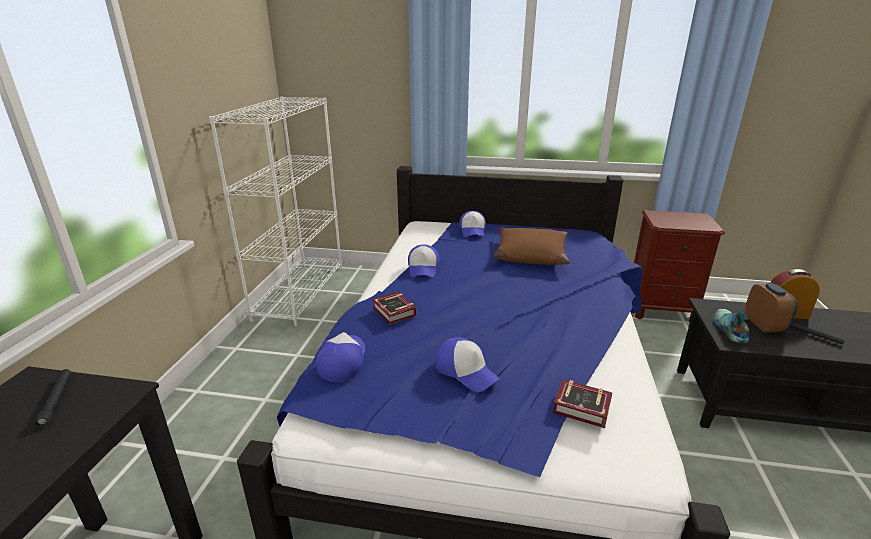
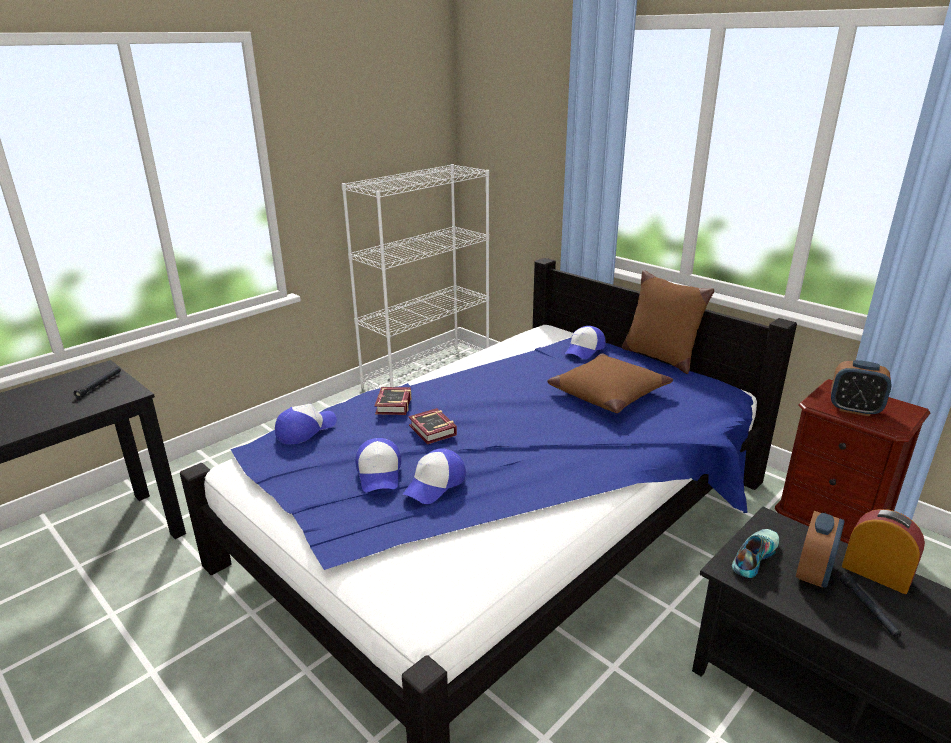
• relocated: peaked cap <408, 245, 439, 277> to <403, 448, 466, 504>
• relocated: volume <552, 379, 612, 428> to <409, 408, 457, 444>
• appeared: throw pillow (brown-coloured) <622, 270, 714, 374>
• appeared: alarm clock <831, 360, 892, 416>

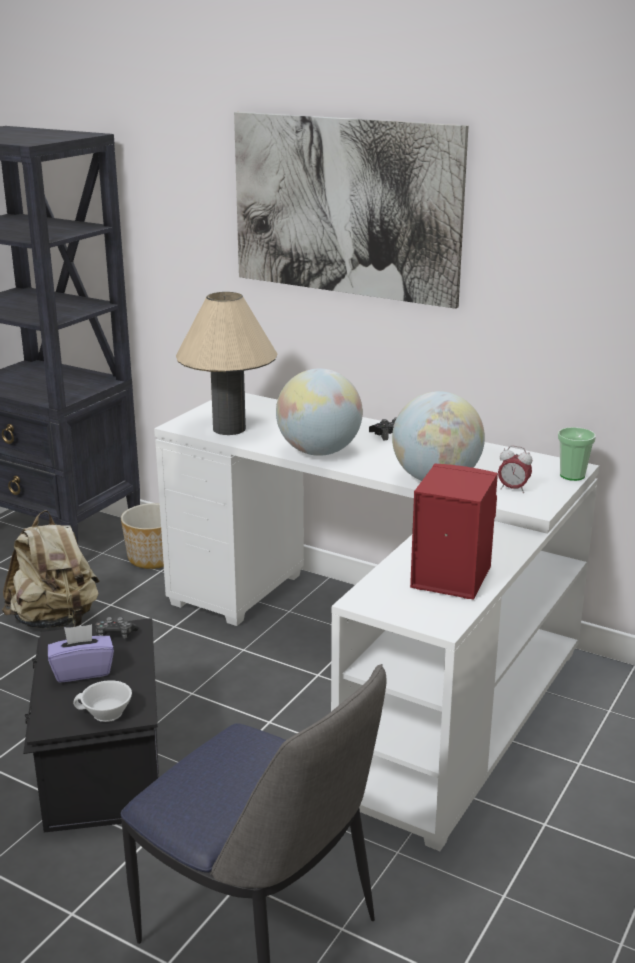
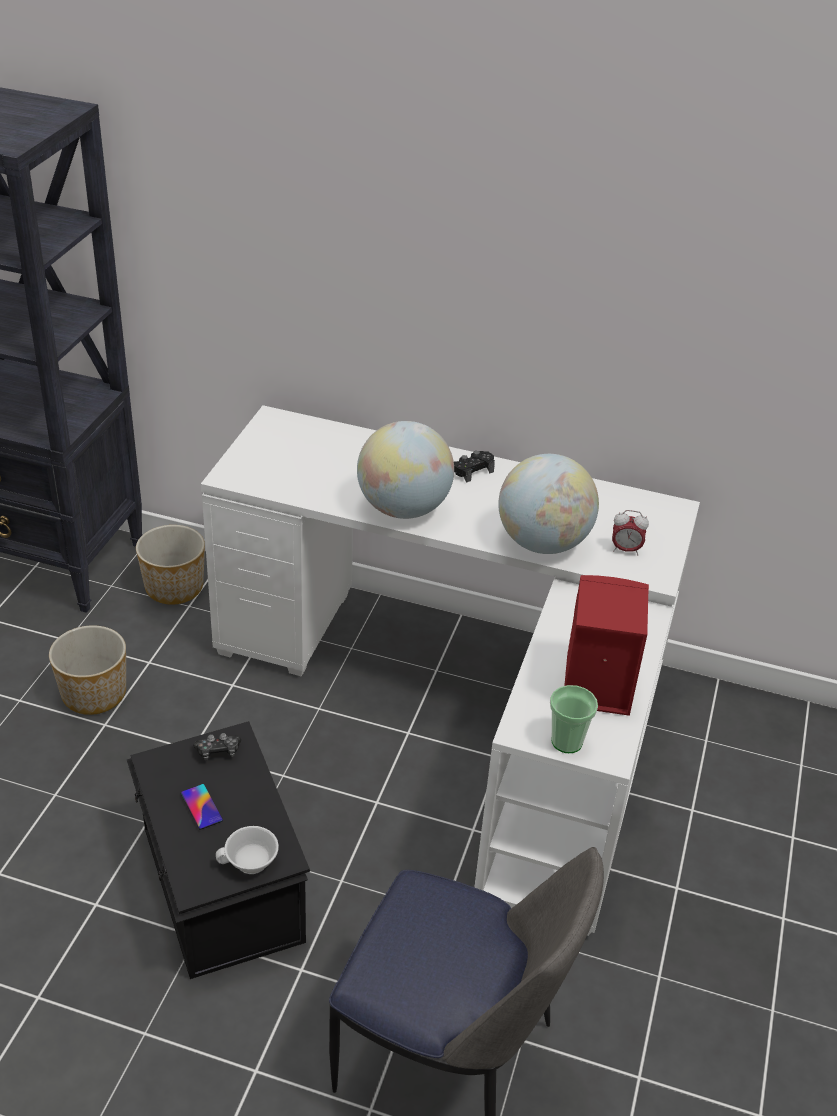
• exchanged: knapsack (beige) <2, 510, 99, 629> to plant pot <49, 625, 126, 715>
• exchanged: tissue box (purple) <48, 624, 114, 682> to telephone <181, 784, 223, 830>
• missing: lamp for a table (beige) <176, 292, 277, 435>
• missing: wall picture <234, 112, 468, 309>
• relocated: small cup <558, 427, 596, 481> to <550, 685, 598, 753>

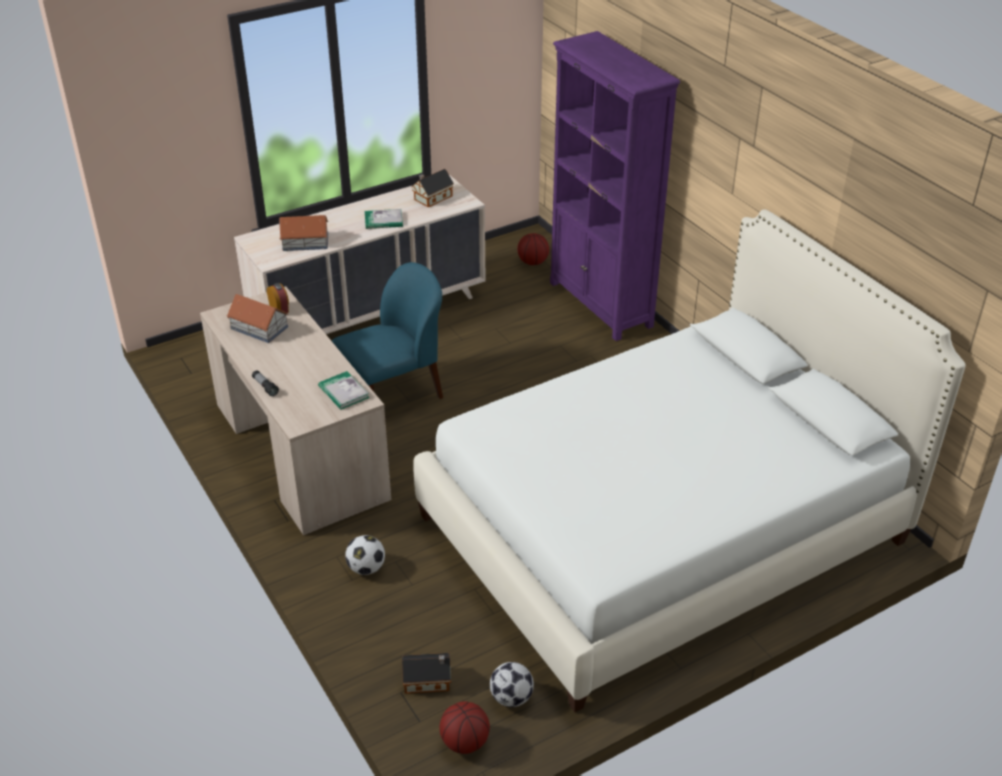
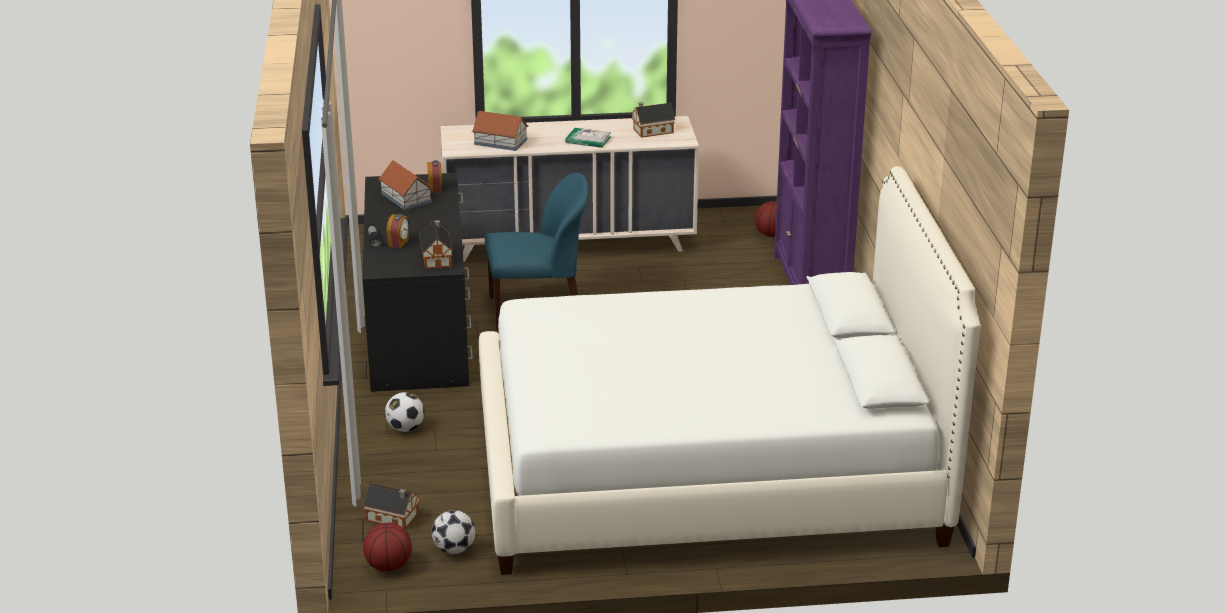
• colour: desk unit (beige) <200, 286, 391, 535> to desk unit (black-coloured) <363, 173, 473, 392>
• exchanged: volume <318, 371, 369, 410> to toy house <419, 220, 453, 269>
• appeared: alarm clock <387, 214, 409, 248>

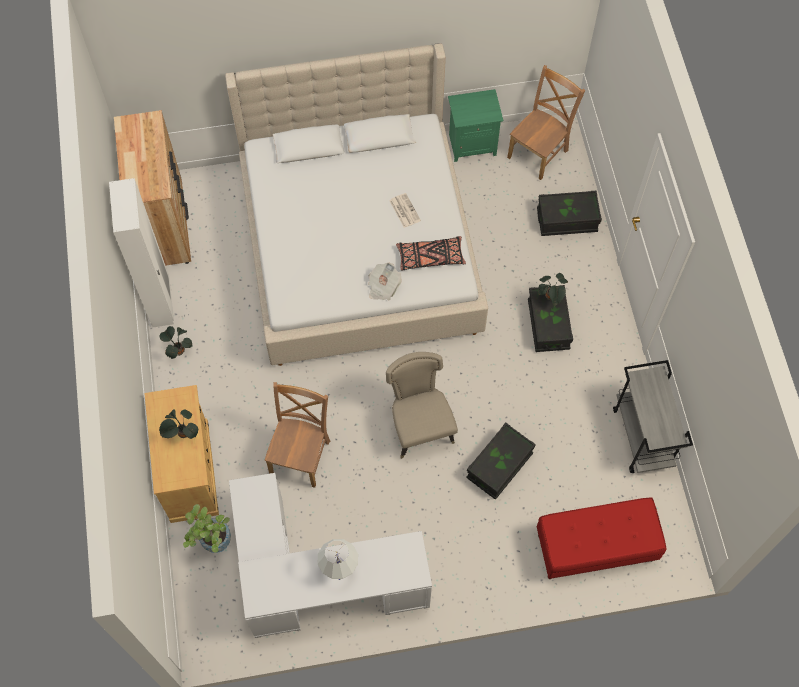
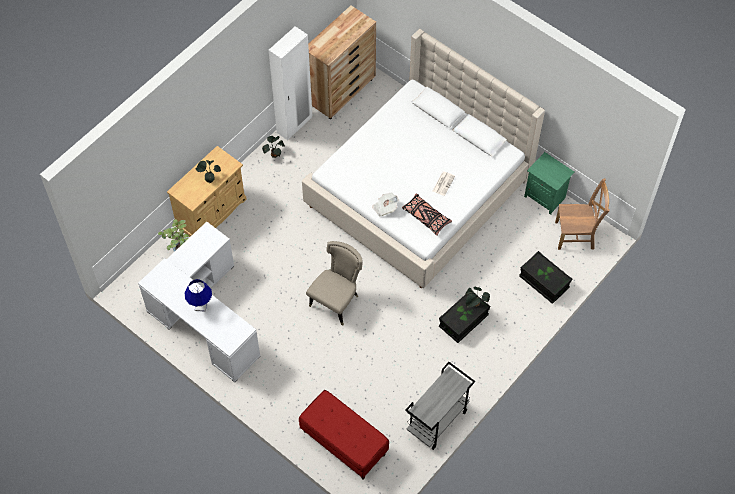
• missing: upright chair (brown-coloured) <264, 382, 330, 488>
• colour: lamp for a table (whitish) <318, 539, 358, 580> to lamp for a table (blue) <184, 279, 212, 312>
• missing: storage bin (black-coloured) <466, 423, 536, 500>

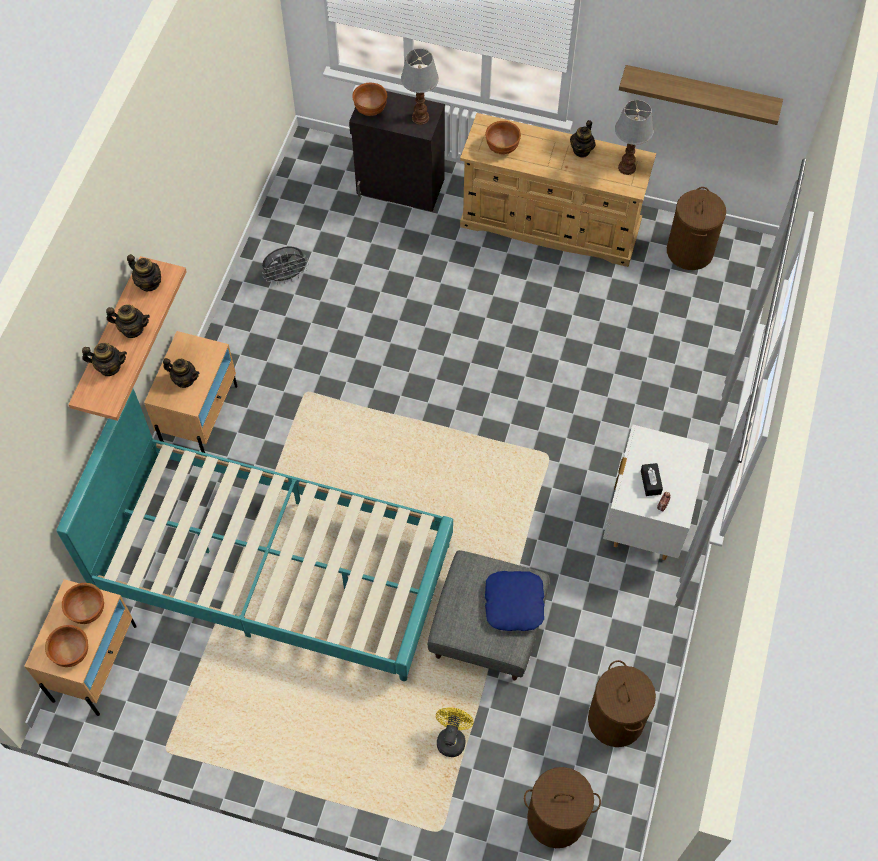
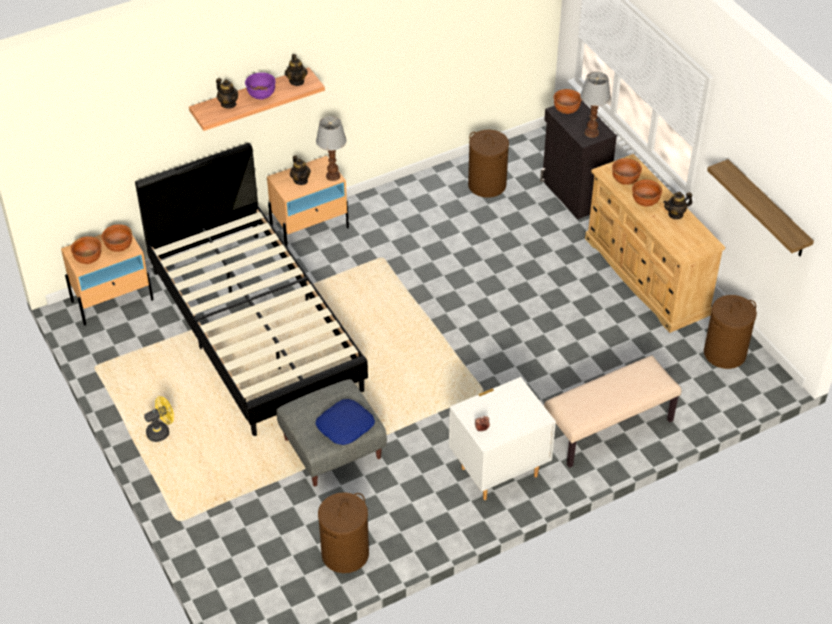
• colour: sleeping bed (turquoise-coloured) <56, 389, 453, 681> to sleeping bed (black-coloured) <135, 143, 368, 436>
• exchanged: pot for tea <106, 305, 150, 338> to serving bowl (purple) <245, 72, 276, 99>
• missing: electric fan (grey) <262, 246, 309, 285>
• relocated: electric fan (yellowish) <436, 707, 474, 757> to <144, 396, 174, 442>
• relocated: laundry basket (brown-coloured) <524, 767, 601, 848> to <468, 130, 509, 198>
• relocated: lamp for a table <615, 100, 654, 175> to <316, 116, 347, 181>
• missing: tissue box (black-coloured) <641, 463, 663, 496>
• appeared: long seat (beige) <544, 356, 681, 468>
• appeared: serving bowl (brown-coloured) <632, 179, 662, 207>

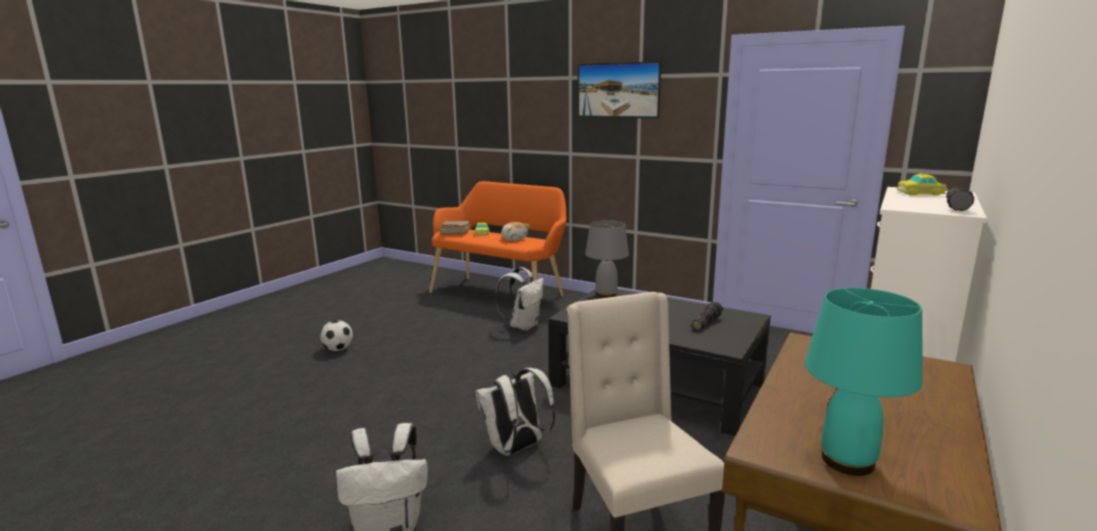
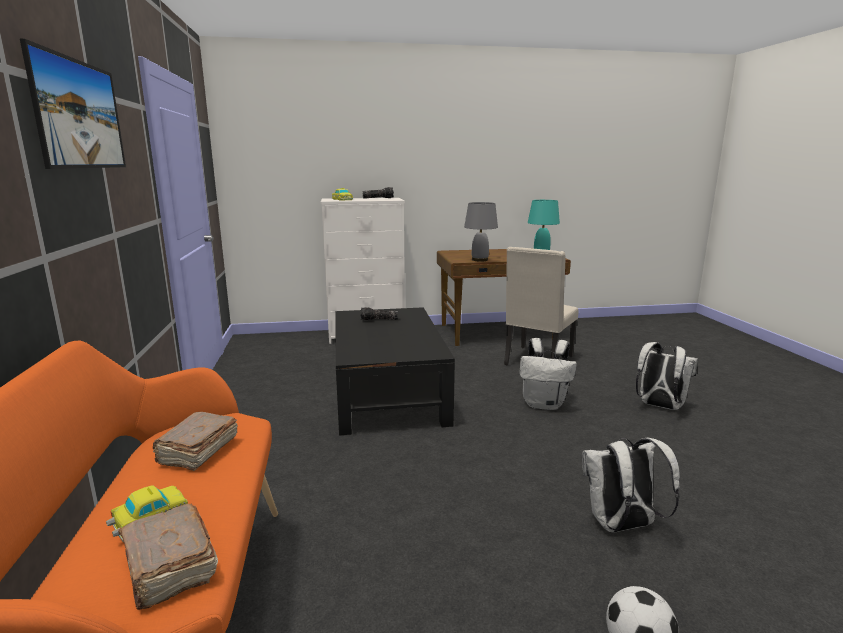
• relocated: knapsack (whitish) <495, 267, 544, 331> to <582, 438, 680, 533>
• exchanged: plush toy <501, 222, 530, 241> to volume (brown-coloured) <153, 412, 238, 471>
• relocated: lamp for a table (grey) <585, 220, 629, 298> to <464, 202, 498, 262>

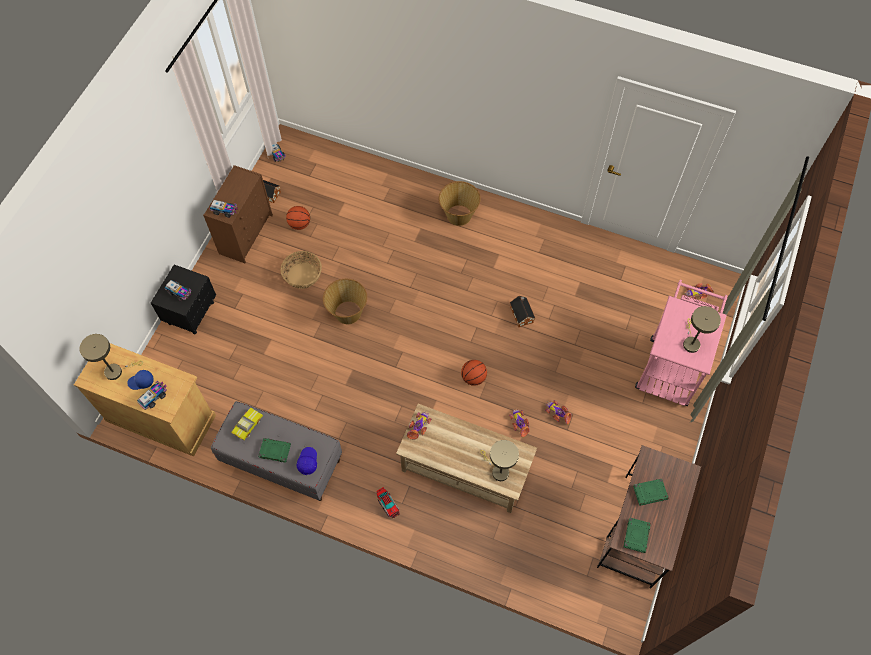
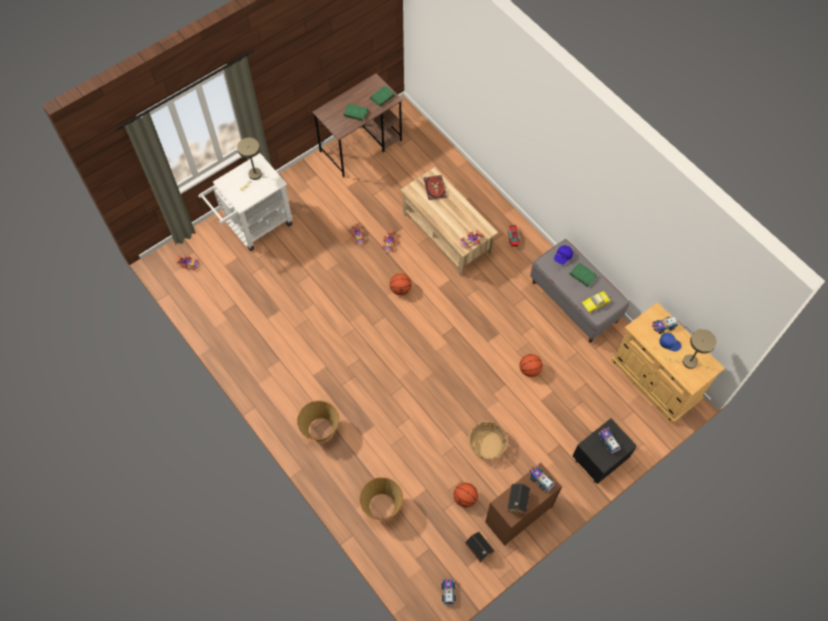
• relocated: basket <323, 279, 367, 324> to <359, 477, 403, 520>
• exchanged: lamp for a table (beige) <480, 440, 519, 481> to volume <424, 175, 447, 200>
• relocated: toy house <510, 296, 536, 327> to <507, 483, 530, 515>
• colour: wheeled cart (pinkish) <635, 280, 728, 406> to wheeled cart (whitish) <198, 153, 293, 251>
• appeared: ball for basketball <520, 354, 543, 377>

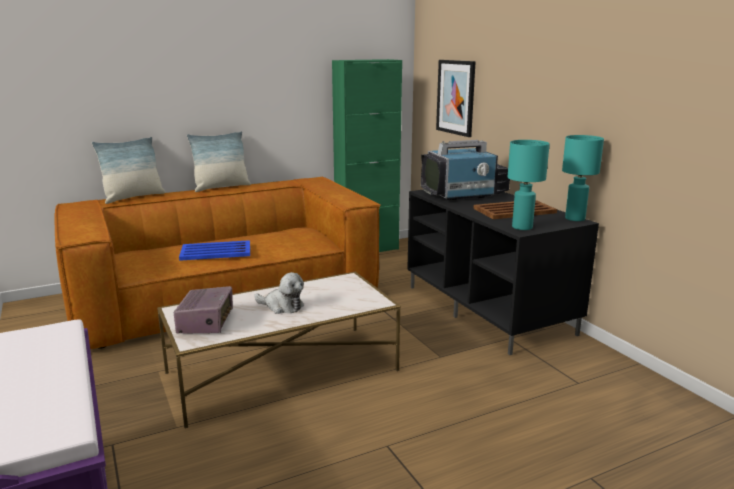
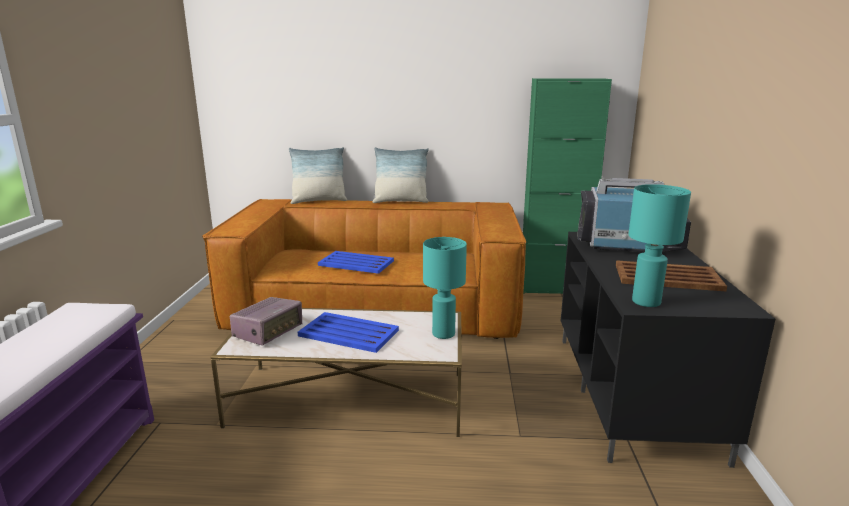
• exchanged: plush toy <254, 272, 304, 314> to tray (blue) <298, 312, 399, 353>
• missing: wall picture <436, 60, 476, 137>
• relocated: lamp for a table (turquoise-coloured) <562, 135, 604, 221> to <423, 237, 467, 339>

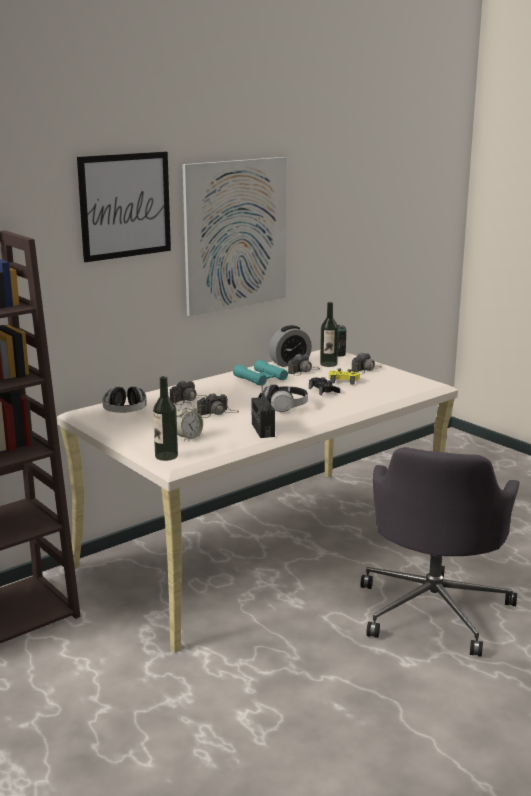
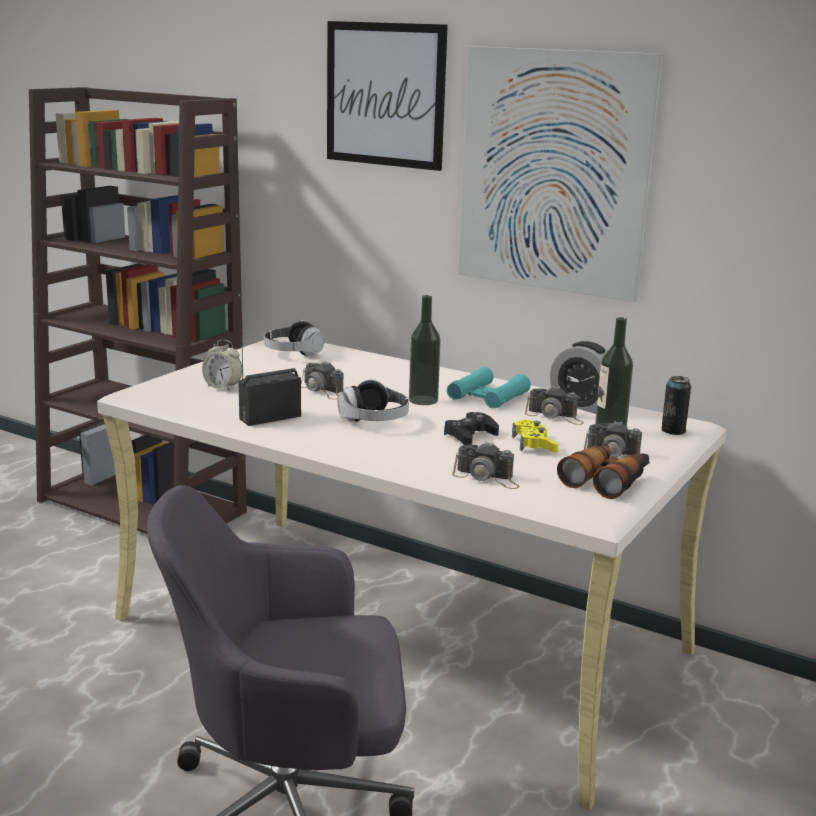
• relocated: beverage bottle <153, 376, 178, 461> to <409, 295, 441, 405>
• relocated: photo camera <170, 381, 207, 405> to <452, 441, 520, 489>
• appeared: field glasses <557, 443, 649, 499>

